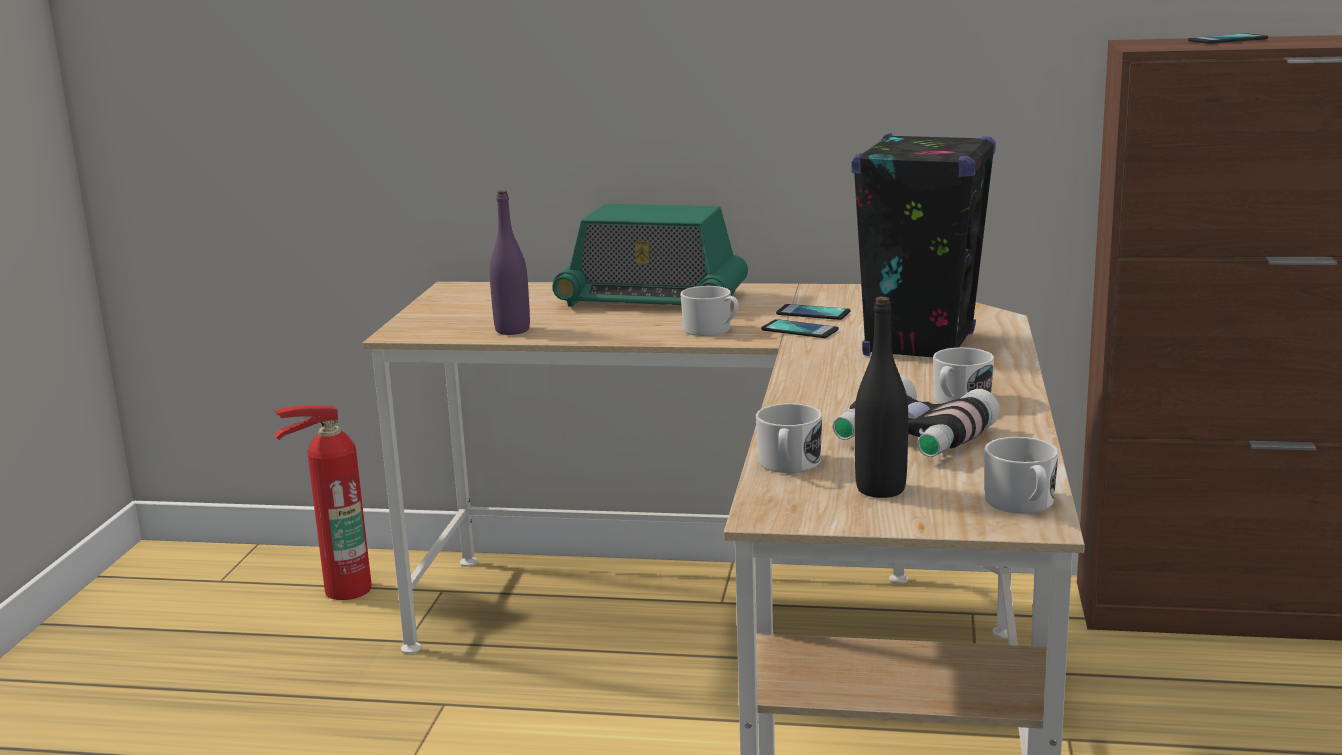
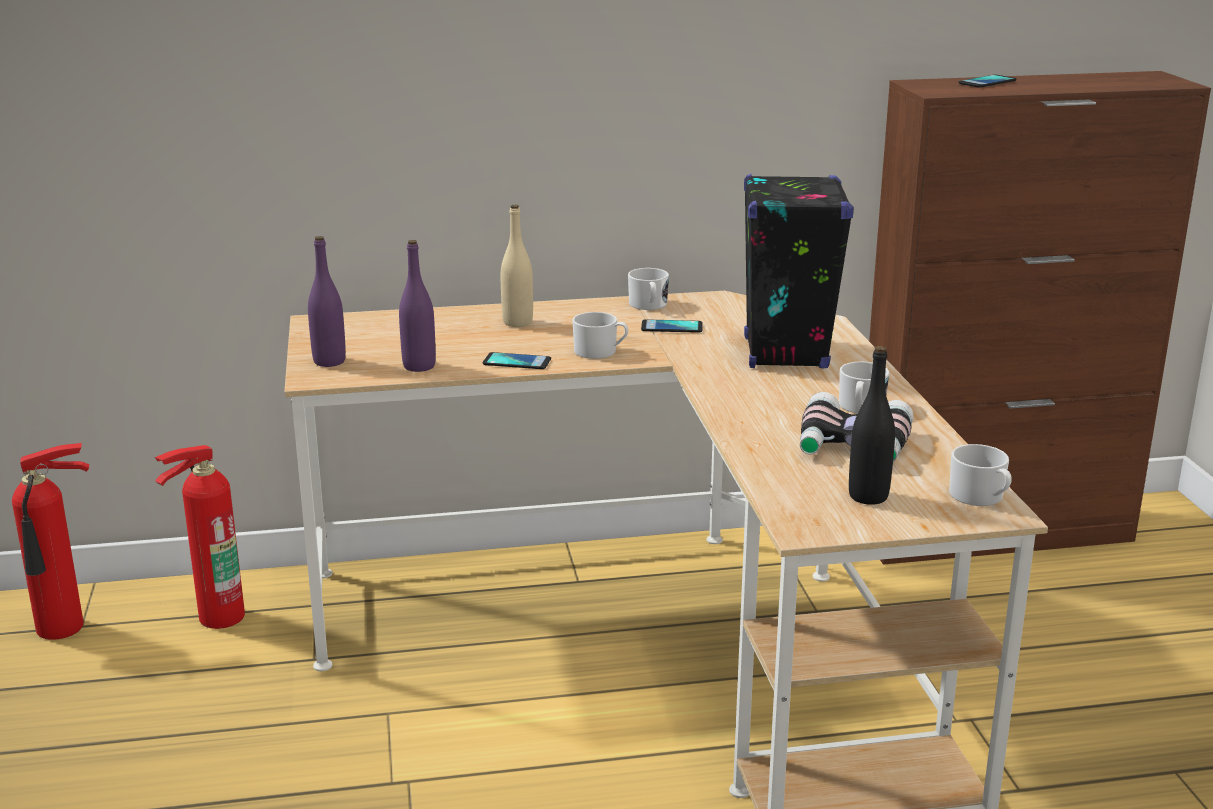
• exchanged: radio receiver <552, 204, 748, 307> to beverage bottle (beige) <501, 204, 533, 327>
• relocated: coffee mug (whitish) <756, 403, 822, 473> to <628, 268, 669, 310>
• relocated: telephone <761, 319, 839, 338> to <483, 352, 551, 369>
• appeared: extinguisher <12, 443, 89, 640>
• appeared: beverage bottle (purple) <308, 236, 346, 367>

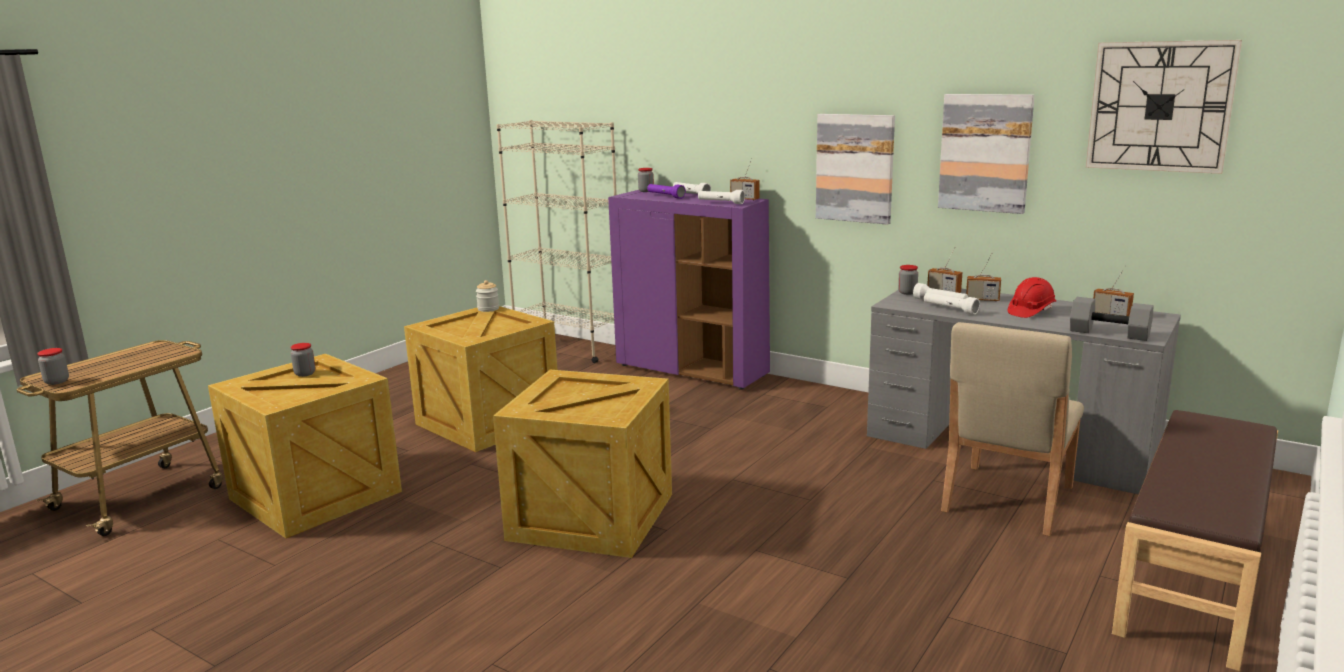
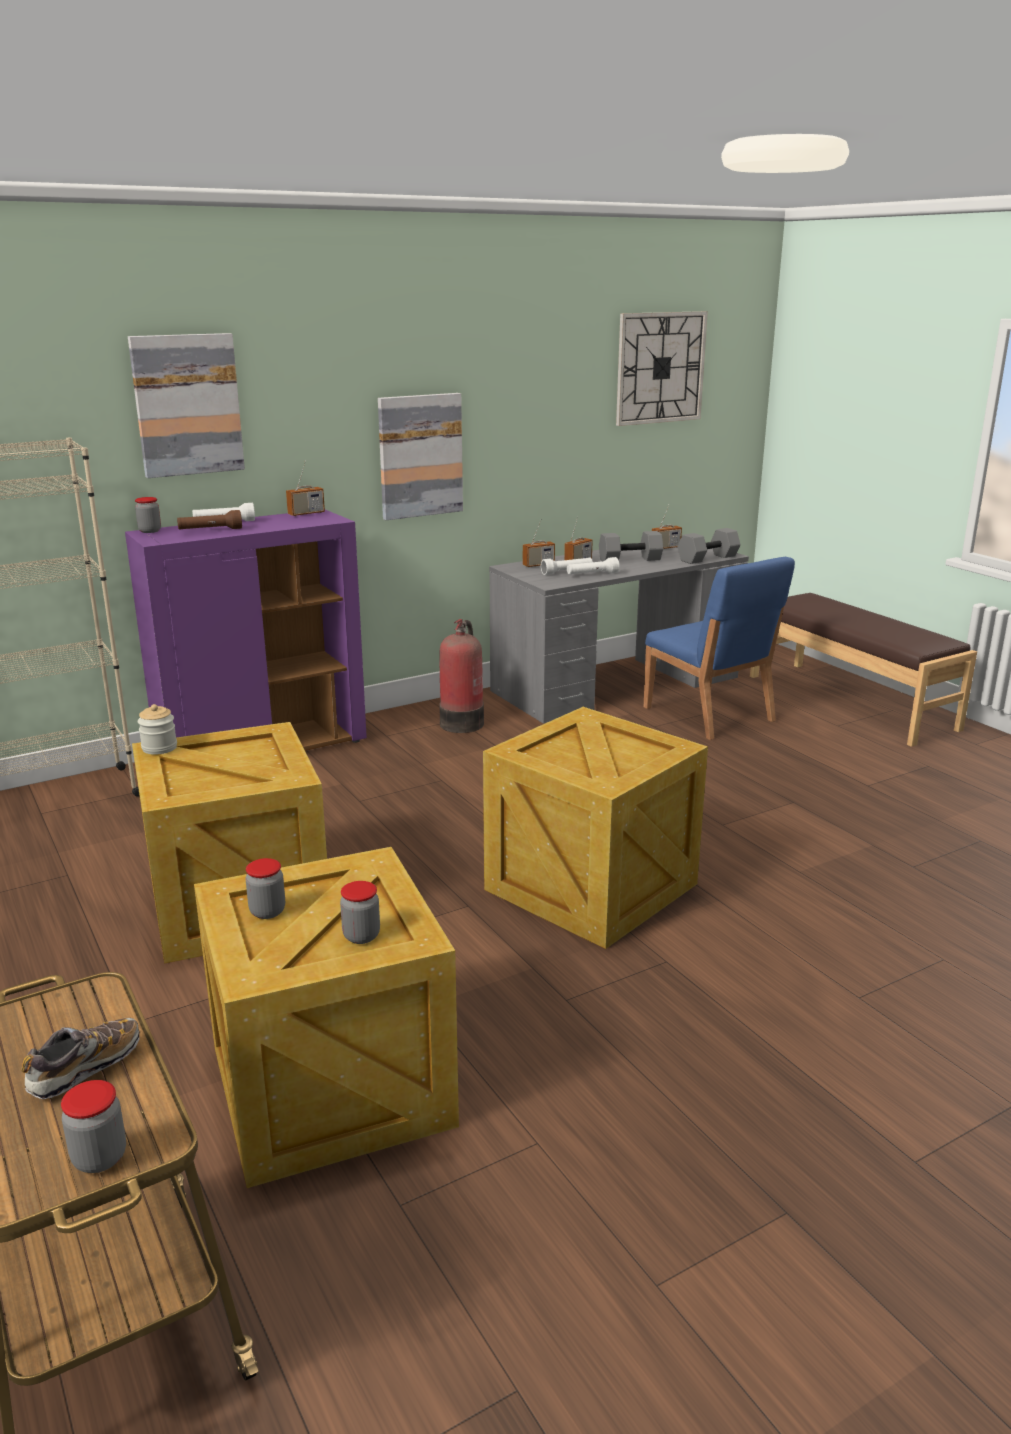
• colour: flashlight (purple) <647, 184, 686, 199> to flashlight (brown-coloured) <177, 510, 242, 529>
• missing: flashlight (whitish) <698, 190, 745, 204>
• relocated: storage jar <898, 265, 918, 295> to <340, 881, 380, 944>
• relocated: wall picture <938, 94, 1035, 214> to <128, 333, 245, 478>
• colour: upright chair (beige) <941, 322, 1084, 536> to upright chair (blue) <644, 557, 795, 740>
• exchanged: work helmet (red) <1007, 277, 1056, 318> to hand weight (grey) <599, 531, 663, 561>
• appeared: low shoe <21, 1018, 140, 1099>
• appeared: extinguisher <439, 619, 484, 733>

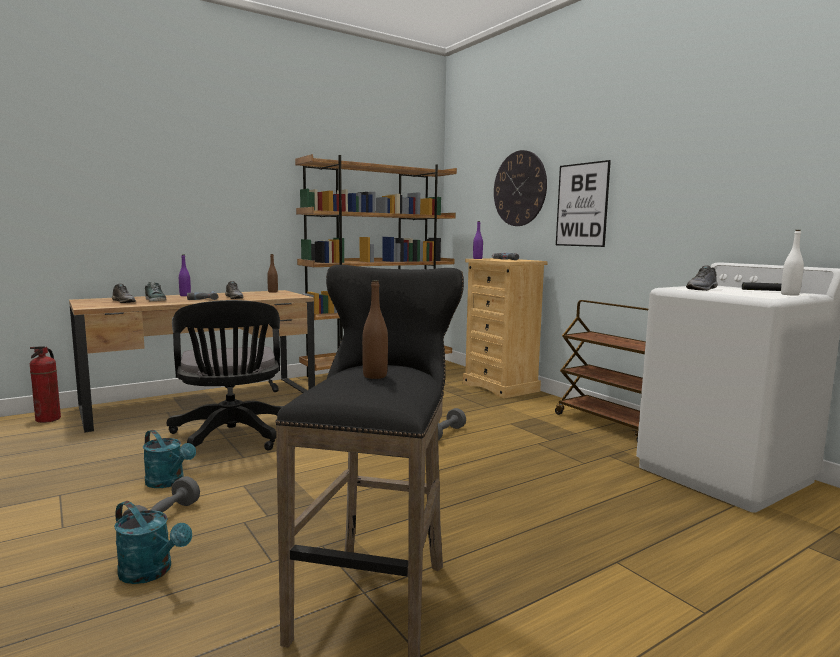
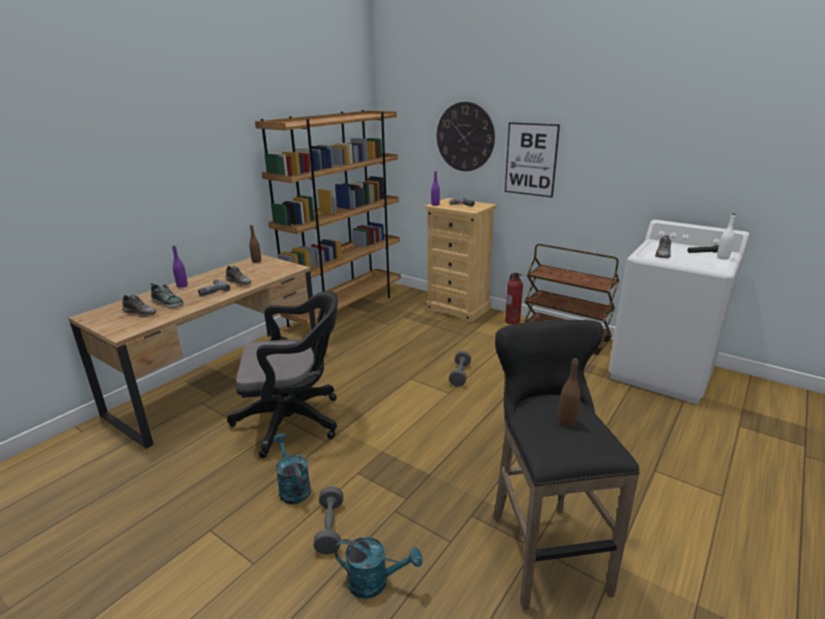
• relocated: extinguisher <30, 346, 61, 423> to <505, 273, 523, 325>
• spun: sprinkling can (turquoise-coloured) <143, 430, 196, 488> = <273, 433, 311, 504> 135 degrees counterclockwise
• spun: desk chair (black-coloured) <167, 300, 283, 451> = <227, 291, 338, 458> 60 degrees counterclockwise

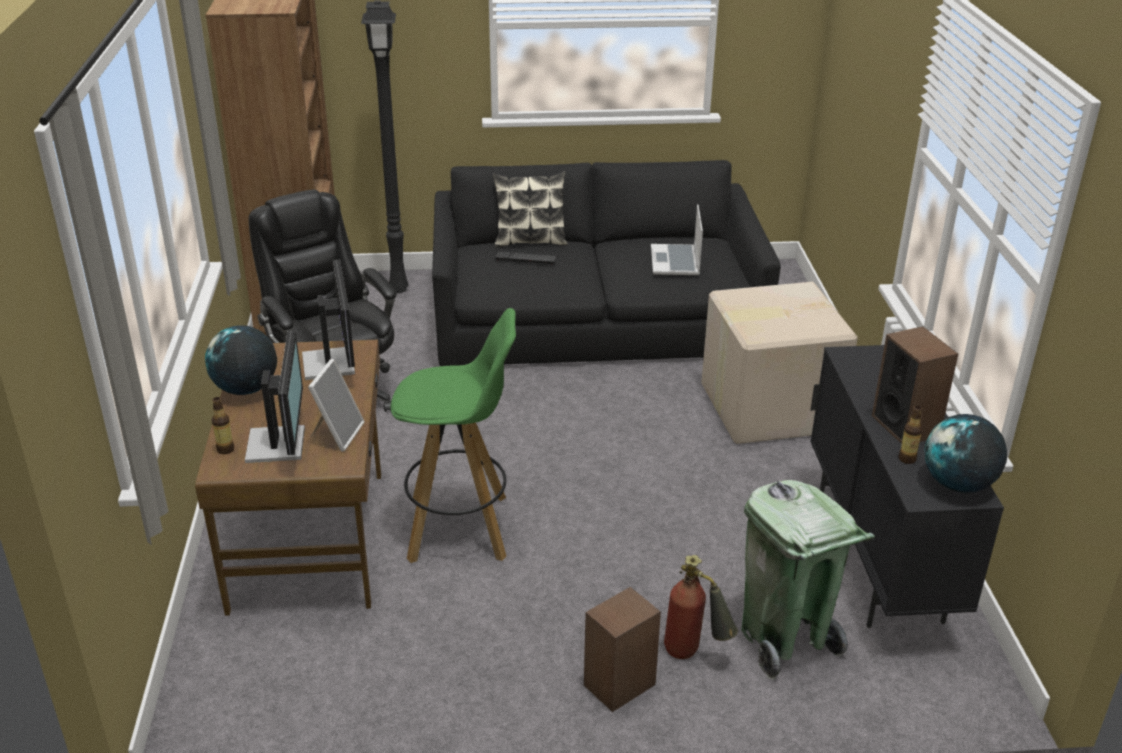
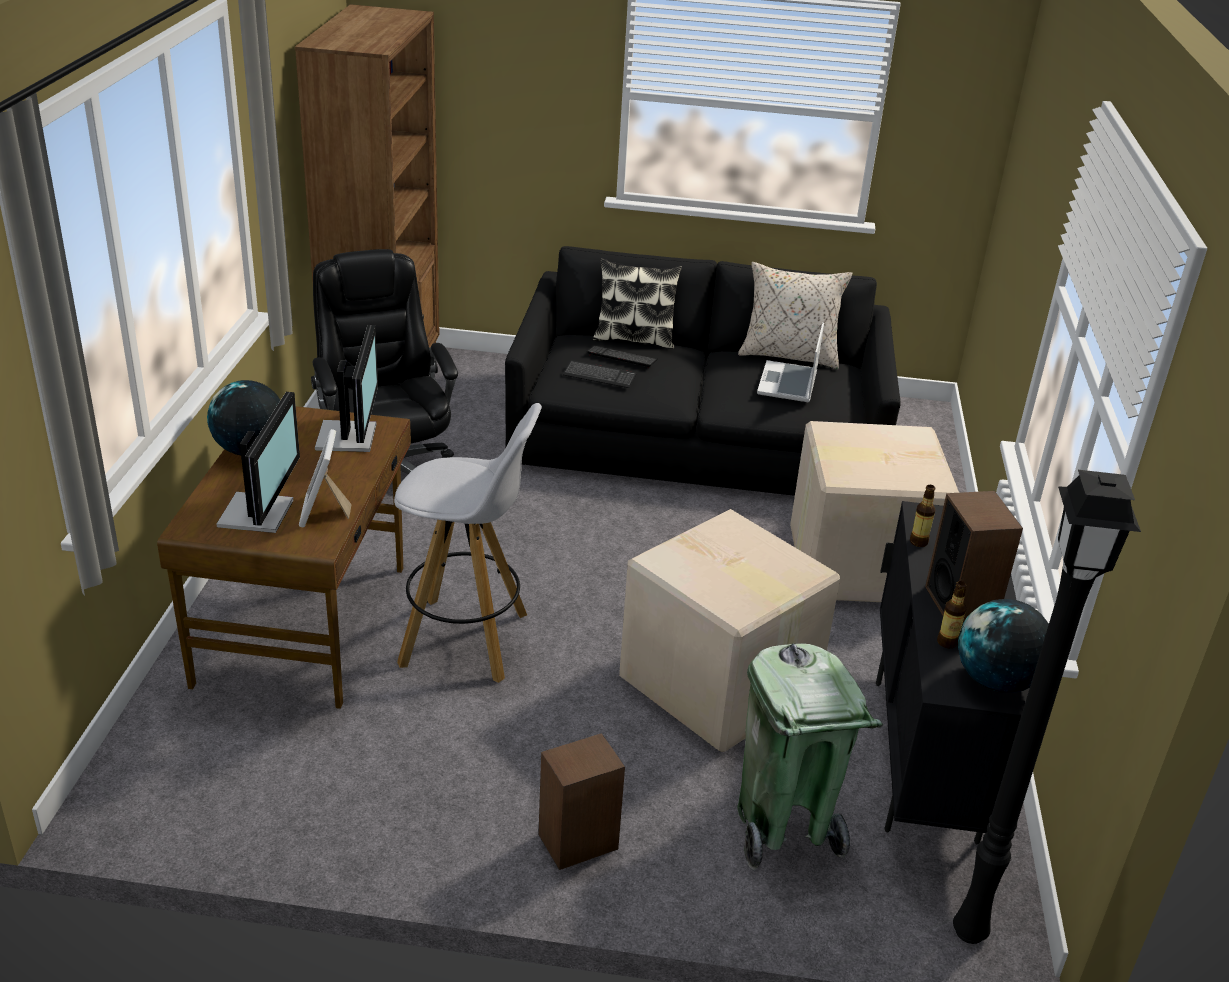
• relocated: beverage bottle <211, 397, 234, 454> to <910, 485, 935, 547>
• spun: picture frame <308, 359, 365, 451> = <299, 429, 352, 527> 150 degrees clockwise
• relocated: floor lamp (black-coloured) <361, 1, 408, 293> to <953, 470, 1141, 944>
• colour: sitting stool (greenish) <391, 308, 516, 563> to sitting stool (whitish) <394, 403, 542, 683>
• missing: extinguisher <664, 555, 738, 659>
• appeared: keyboard <563, 360, 636, 388>
• appeared: cardboard box <619, 509, 840, 752>
• appeared: throw pillow (beige) <738, 262, 853, 369>

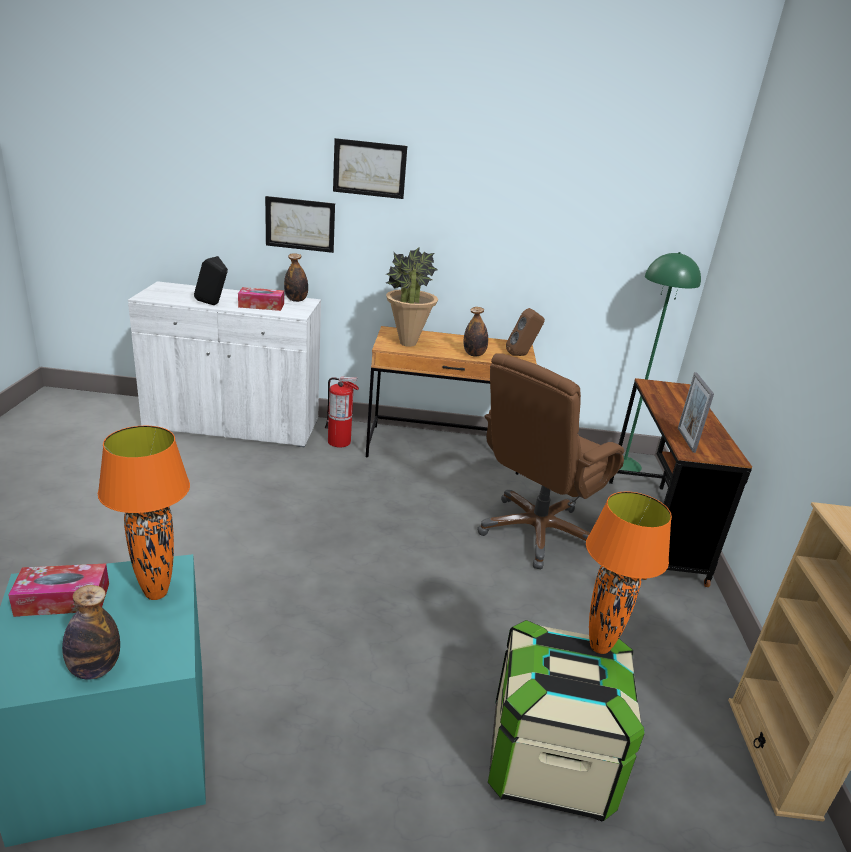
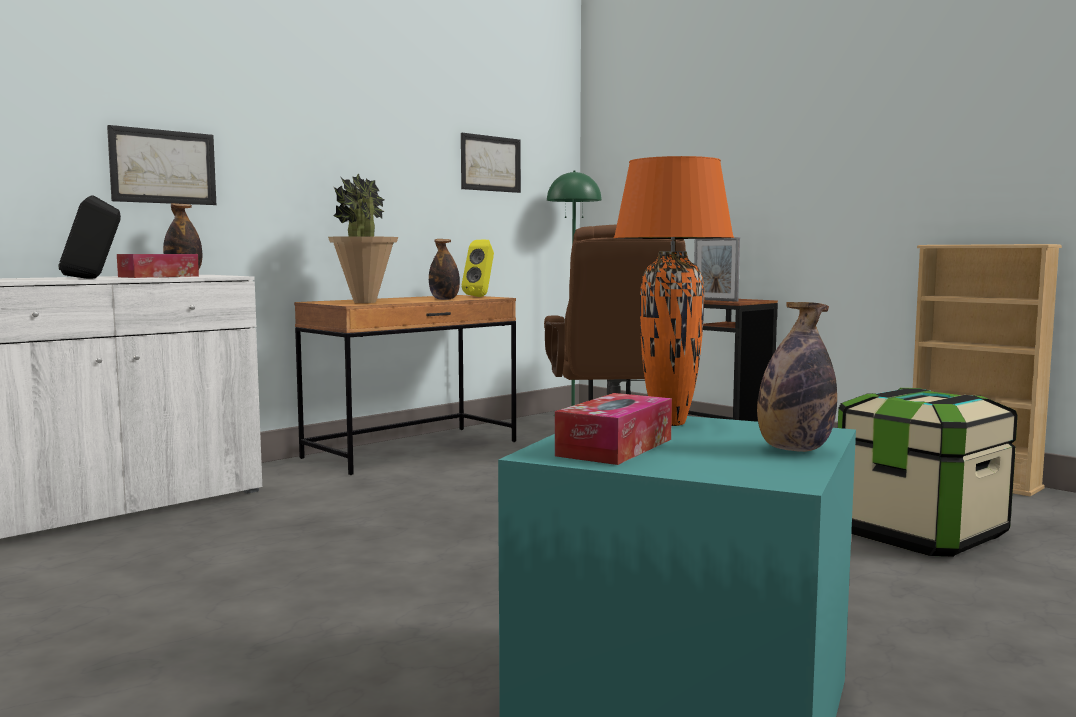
• missing: extinguisher <325, 377, 359, 447>
• relocated: wall picture <333, 138, 407, 199> to <461, 133, 521, 193>
• colour: speaker (brown-coloured) <506, 308, 545, 356> to speaker (yellowish) <461, 240, 494, 297>
• missing: lamp for a table (orangey) <586, 491, 672, 654>

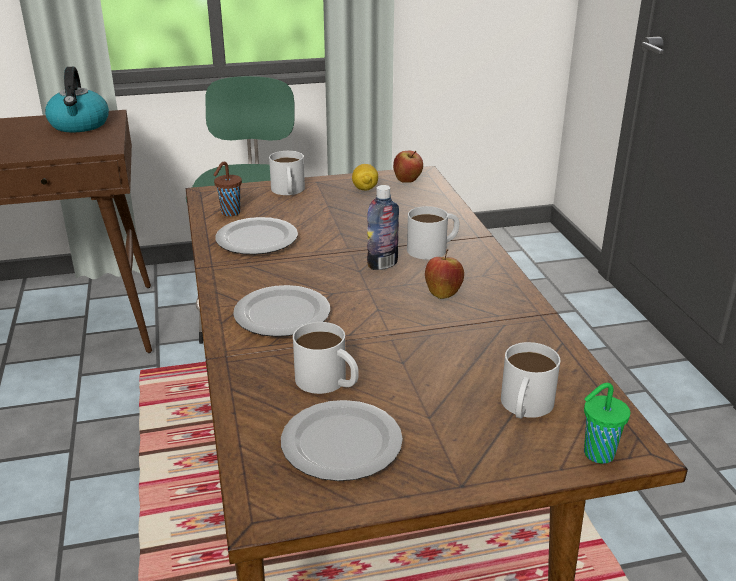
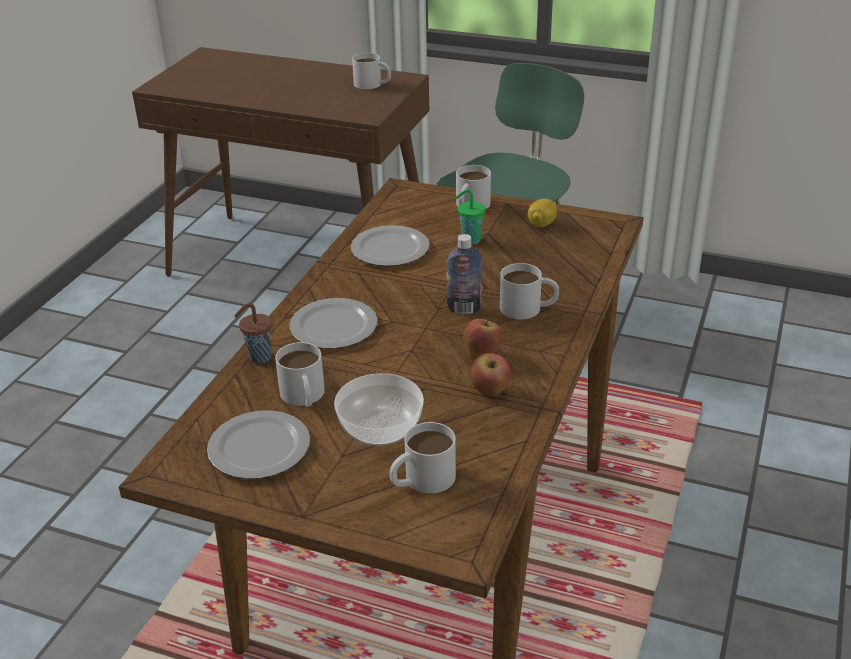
• exchanged: kettle <45, 67, 109, 132> to coffee mug (whitish) <352, 53, 391, 89>
• relocated: small cup (brown-coloured) <214, 162, 242, 216> to <234, 303, 272, 364>
• relocated: whole apple <393, 151, 423, 183> to <470, 353, 511, 396>
• relocated: small cup (greenish) <584, 383, 630, 464> to <456, 189, 485, 244>
• appeared: serving bowl <334, 373, 424, 446>

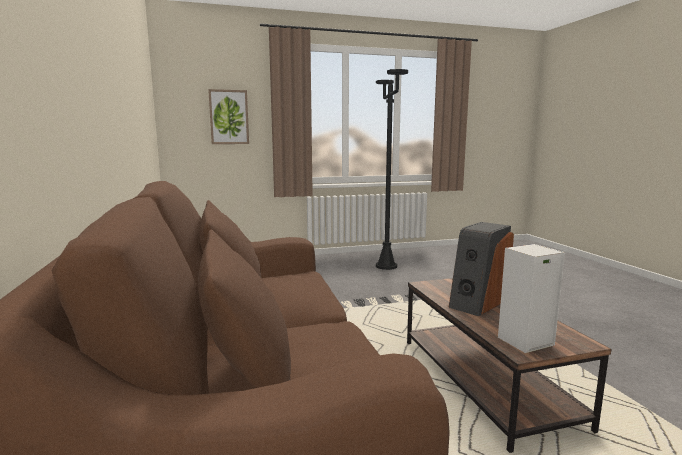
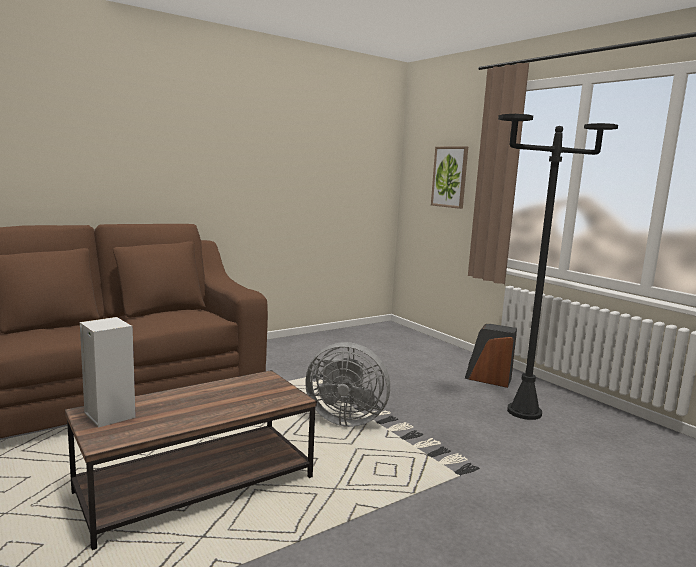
• relocated: speaker <449, 222, 514, 316> to <465, 324, 517, 388>
• appeared: electric fan (grey) <305, 342, 390, 427>

